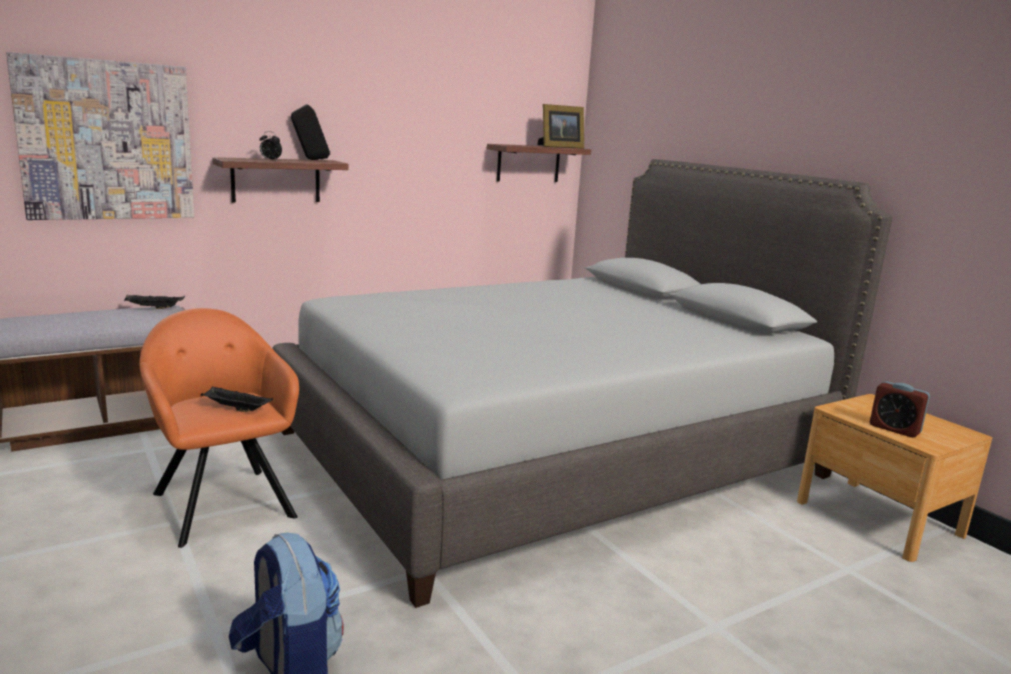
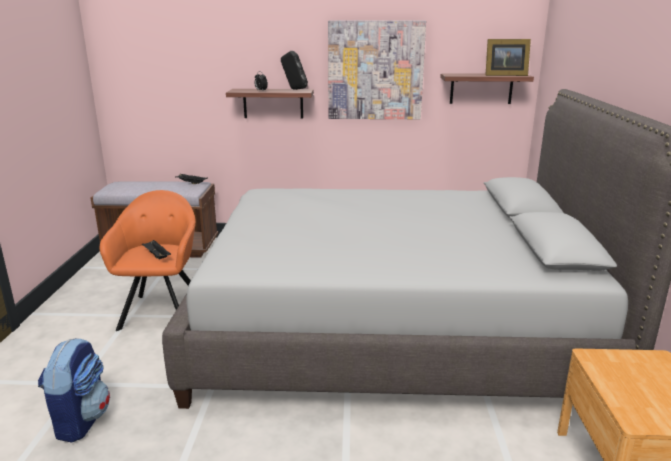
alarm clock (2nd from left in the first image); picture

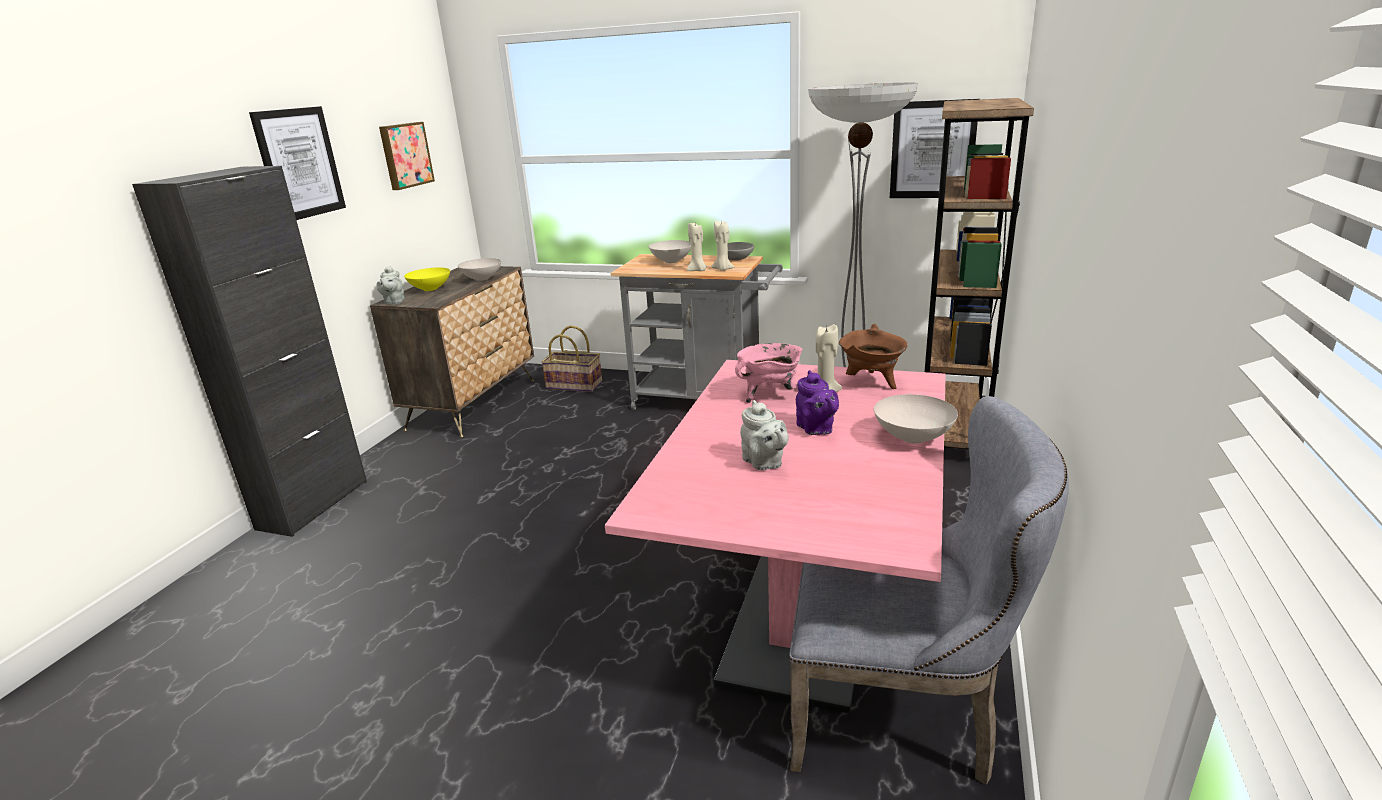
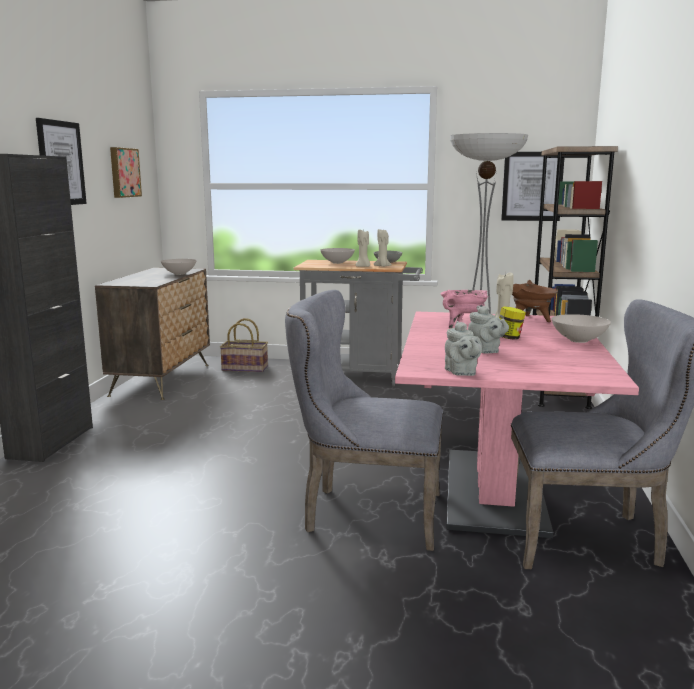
yellow bowl; grey chair (1st from left); grey teapot (1st from left); jar

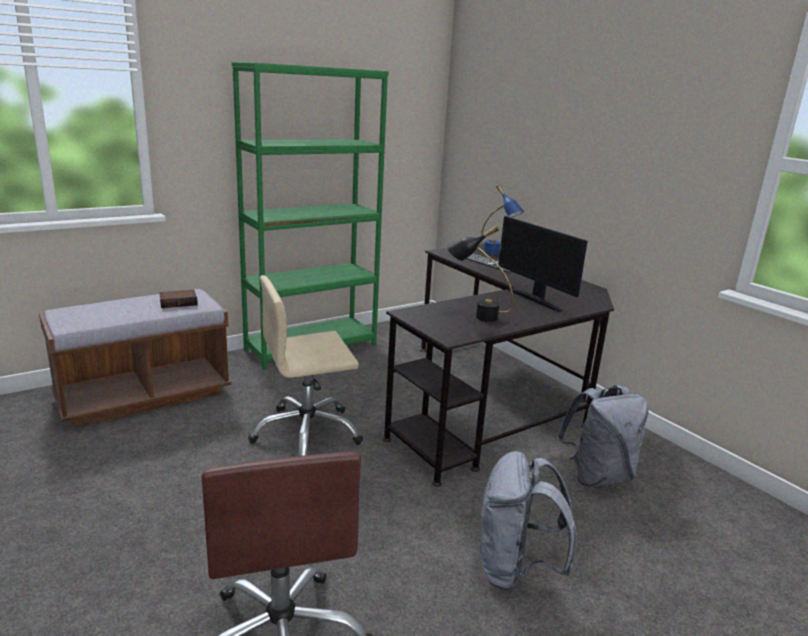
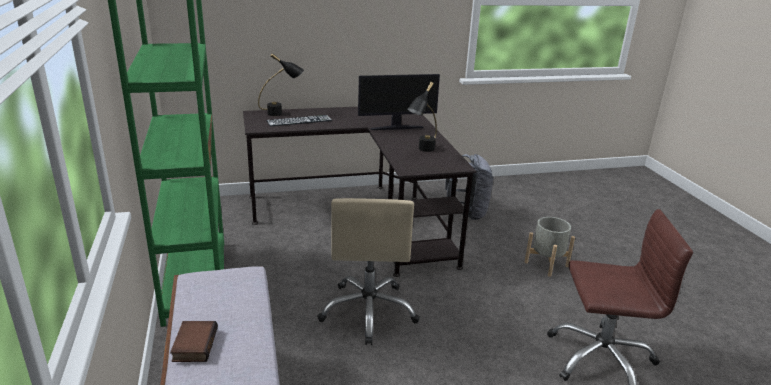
book; grey planter; black table lamp (1st from left)

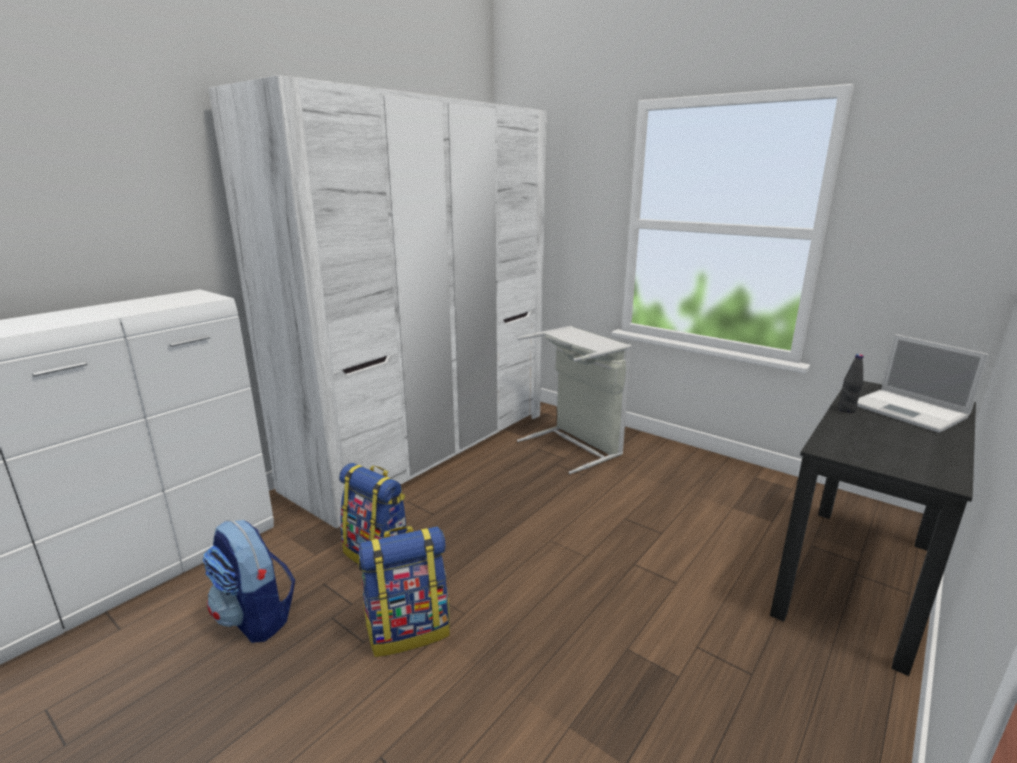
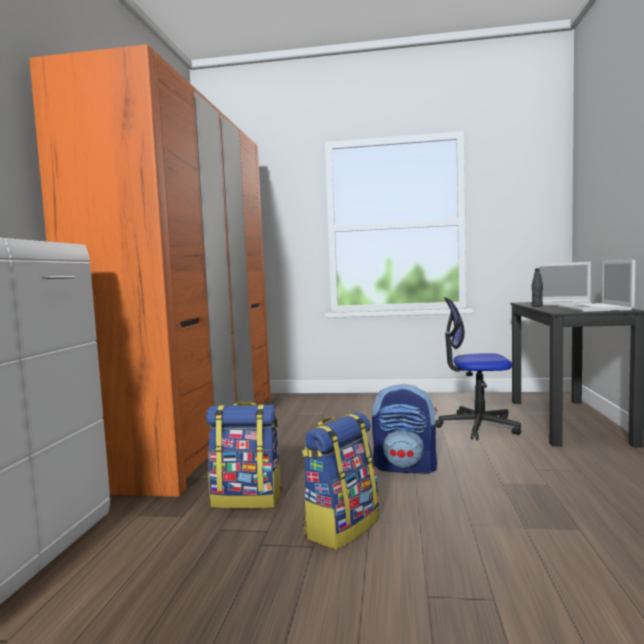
grey laundry basket; office chair; laptop (2nd from left); backpack (3rd from left); orange wardrobe

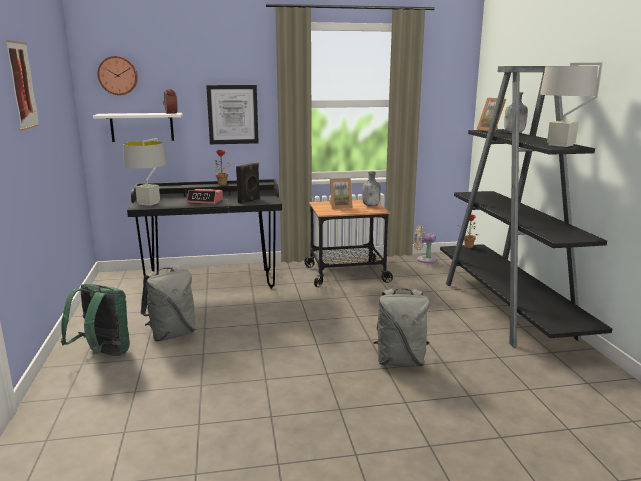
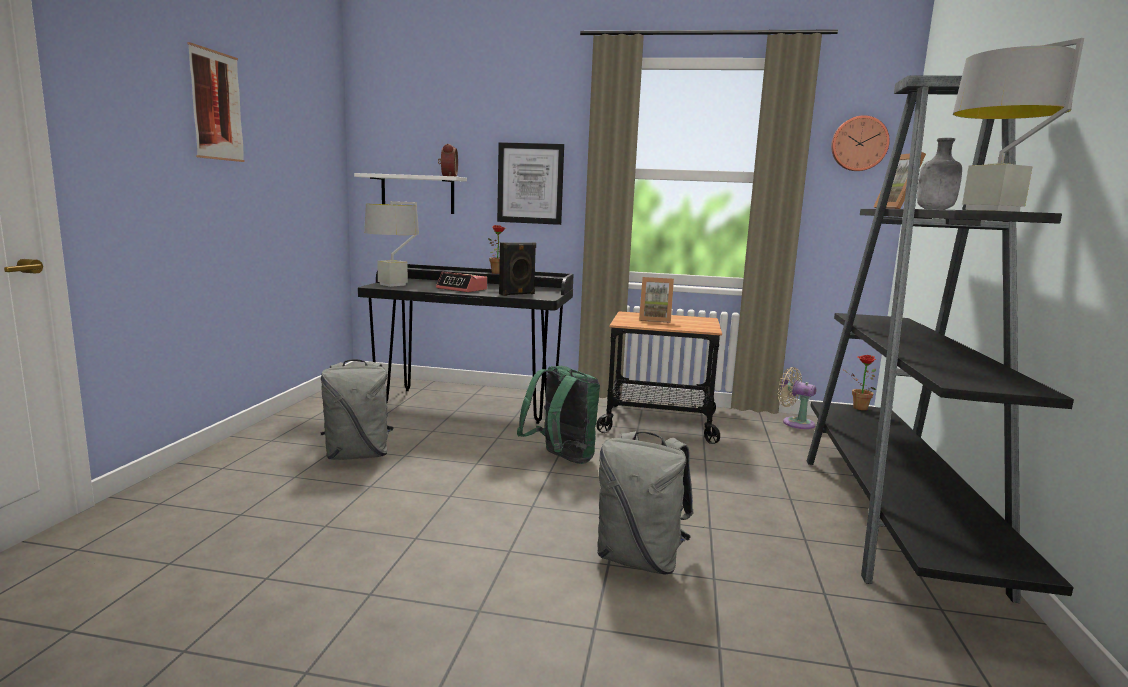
grey bottle (1st from left in the first image); green backpack; wall clock

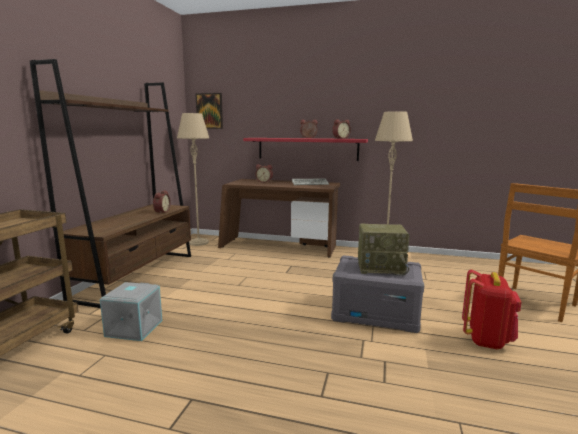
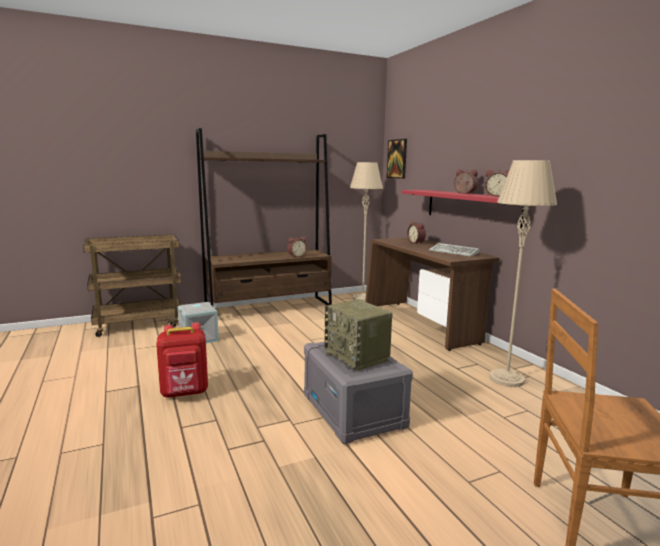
red backpack

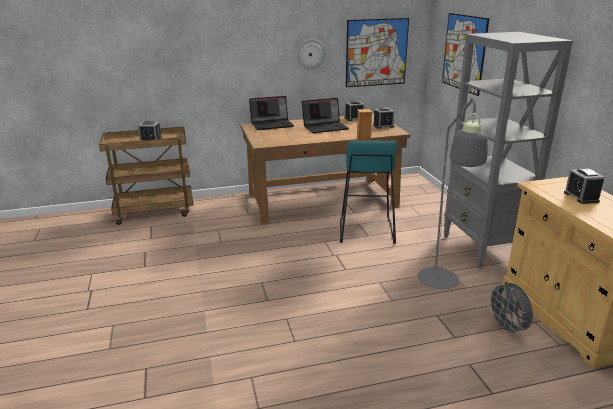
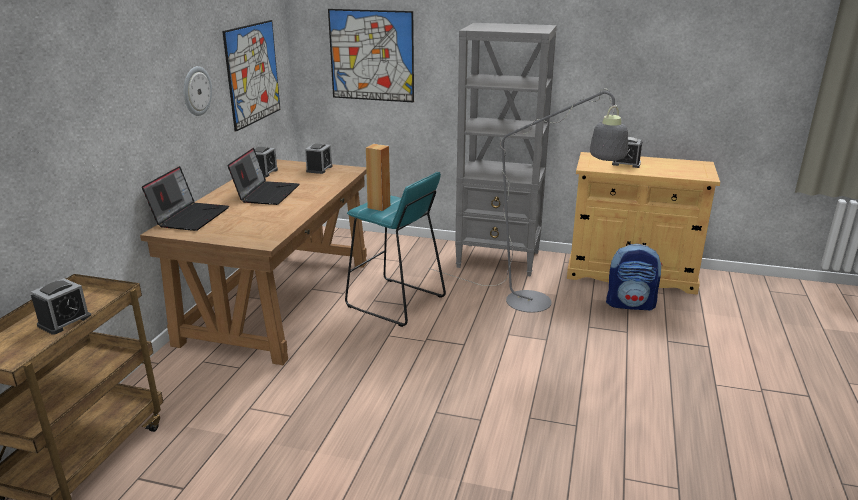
backpack

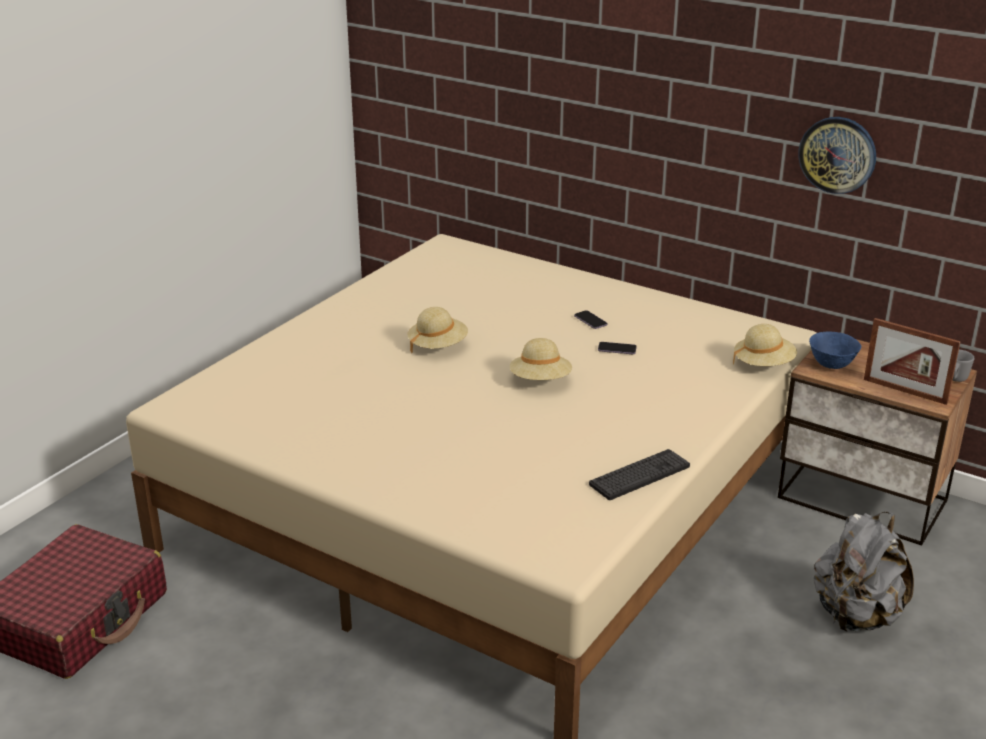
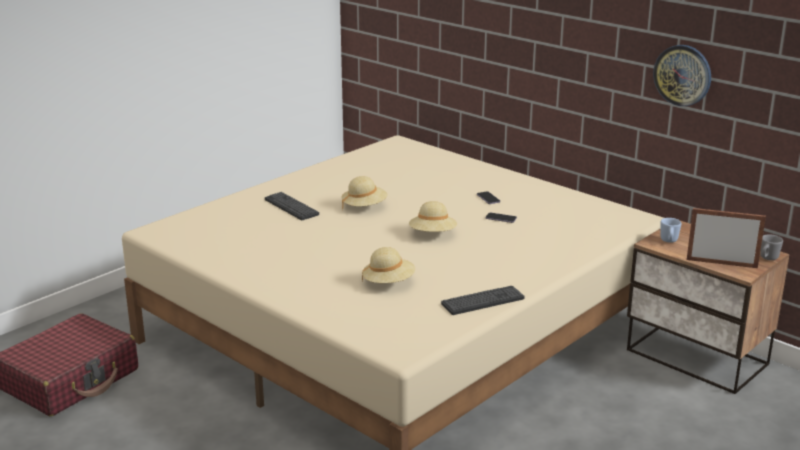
grey backpack; keyboard (1st from left); beige hat (2nd from left); blue mug; picture frame

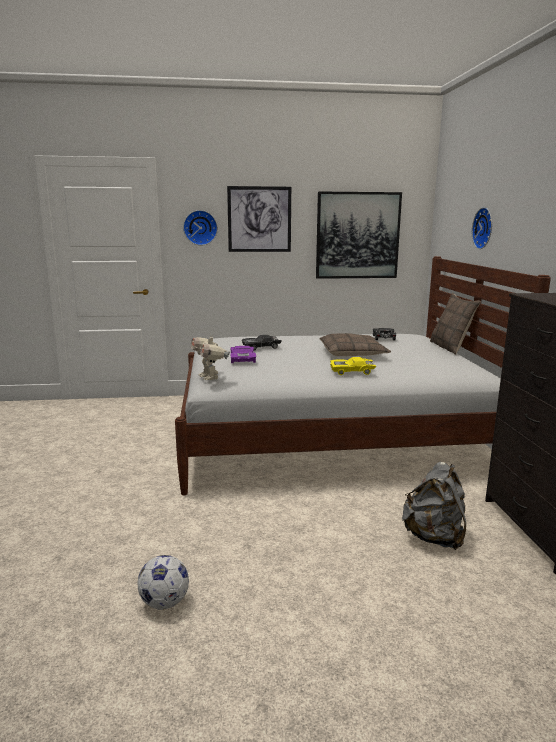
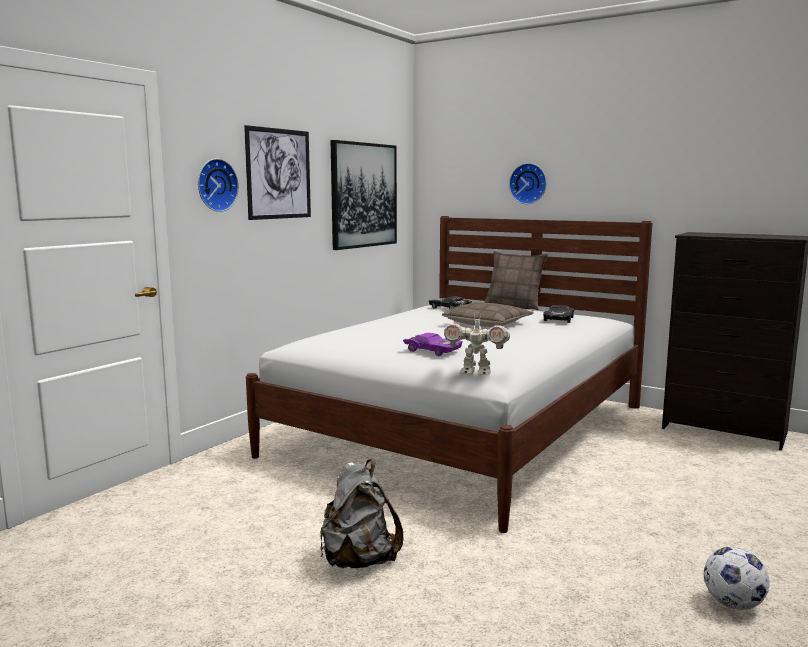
yellow toy car; black toy car (2nd from left); grey backpack

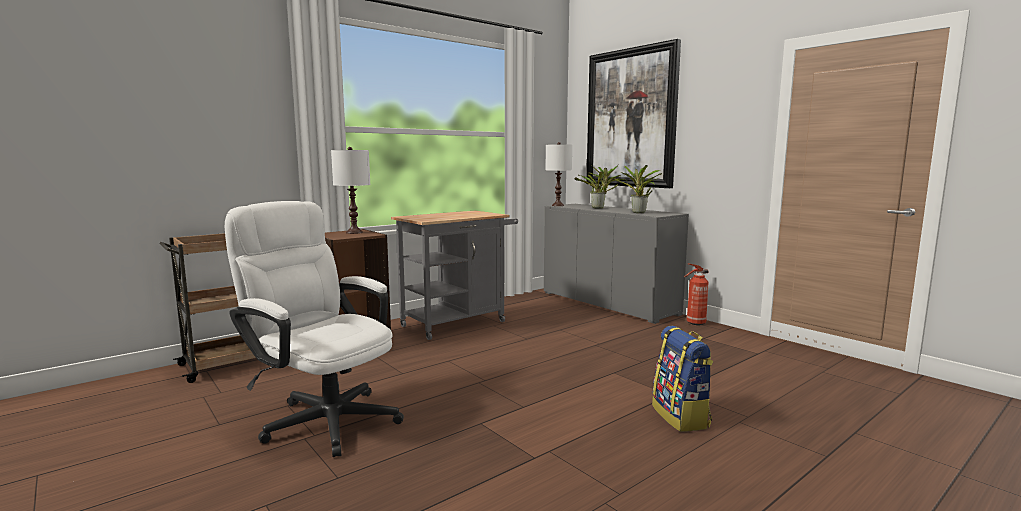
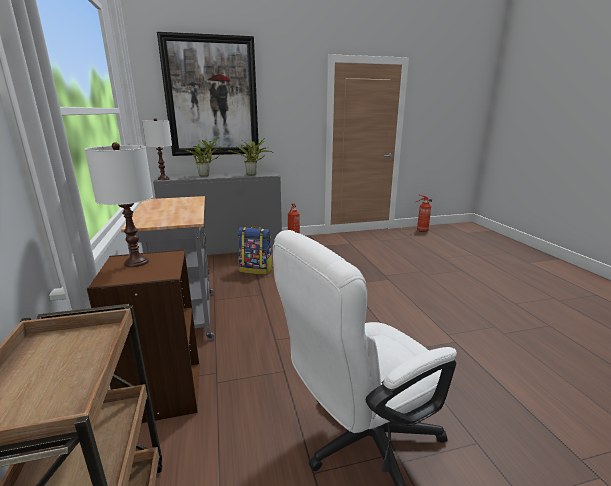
fire extinguisher (2nd from left); backpack

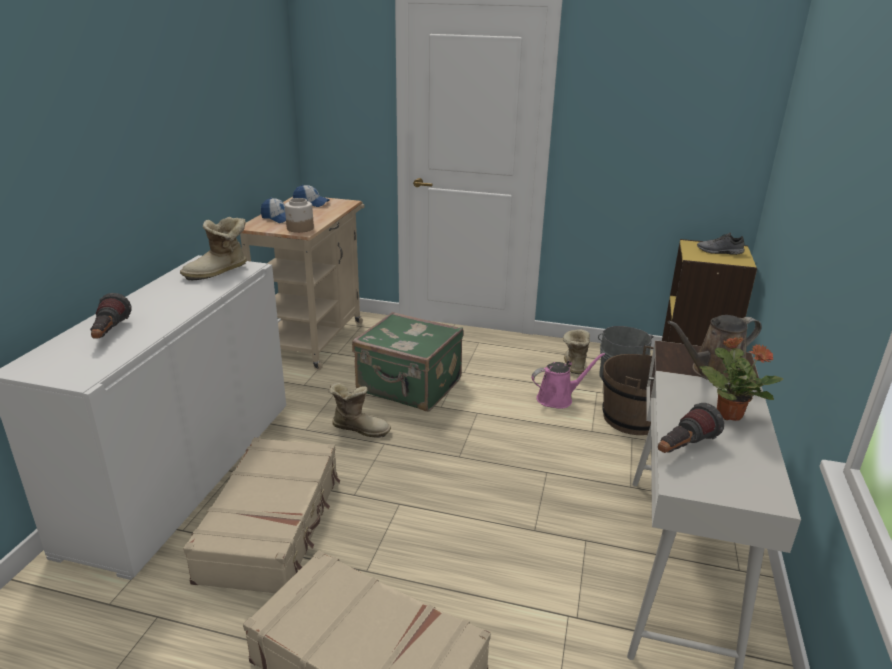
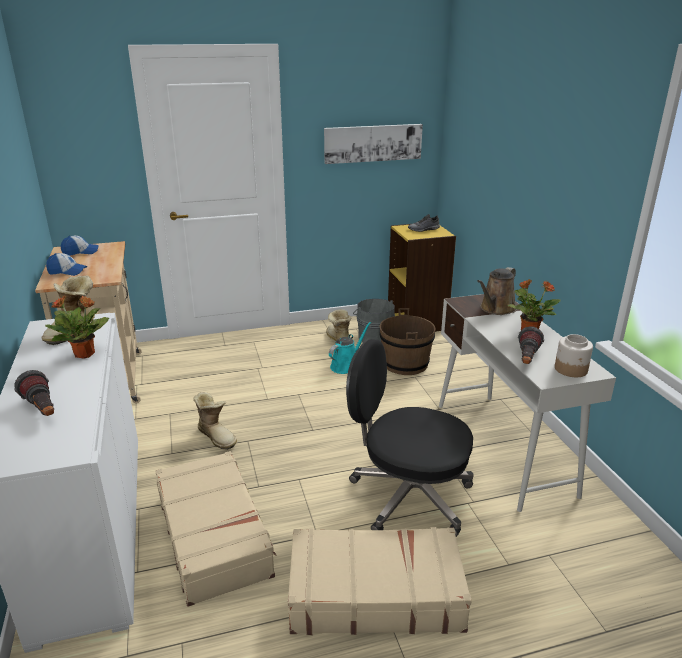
green suitcase; potted plant (1st from left); picture; black office chair; jar; turquoise watering can; boot (2nd from left)

